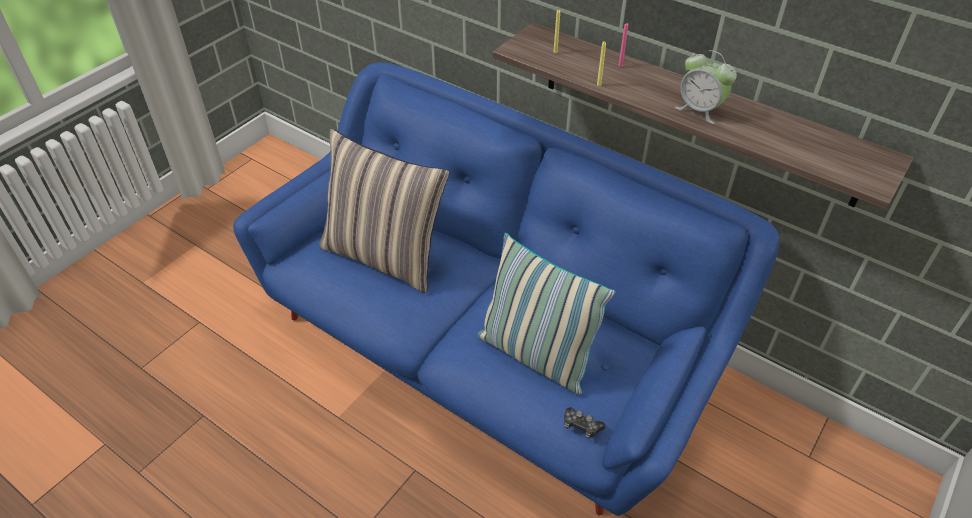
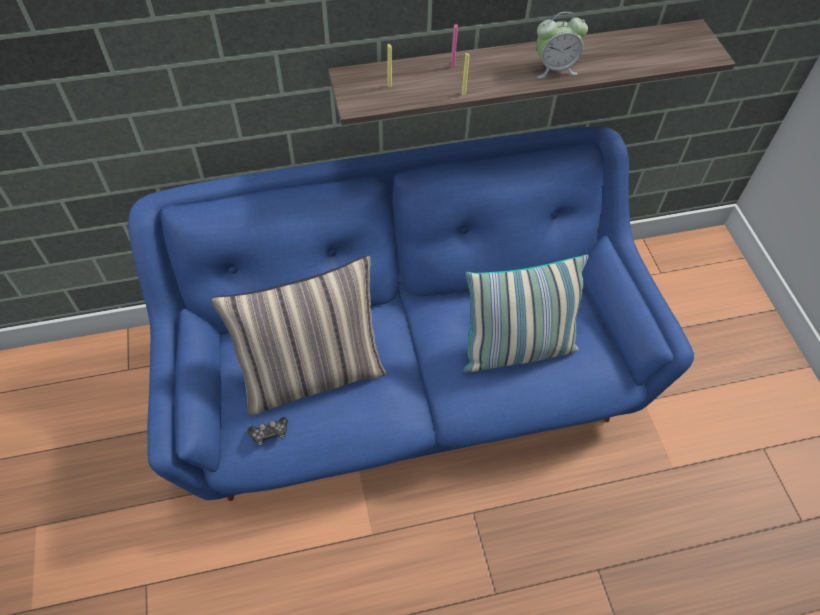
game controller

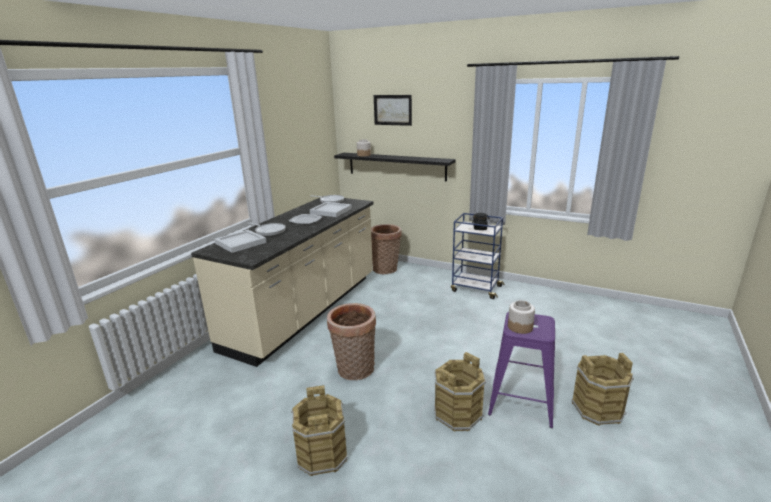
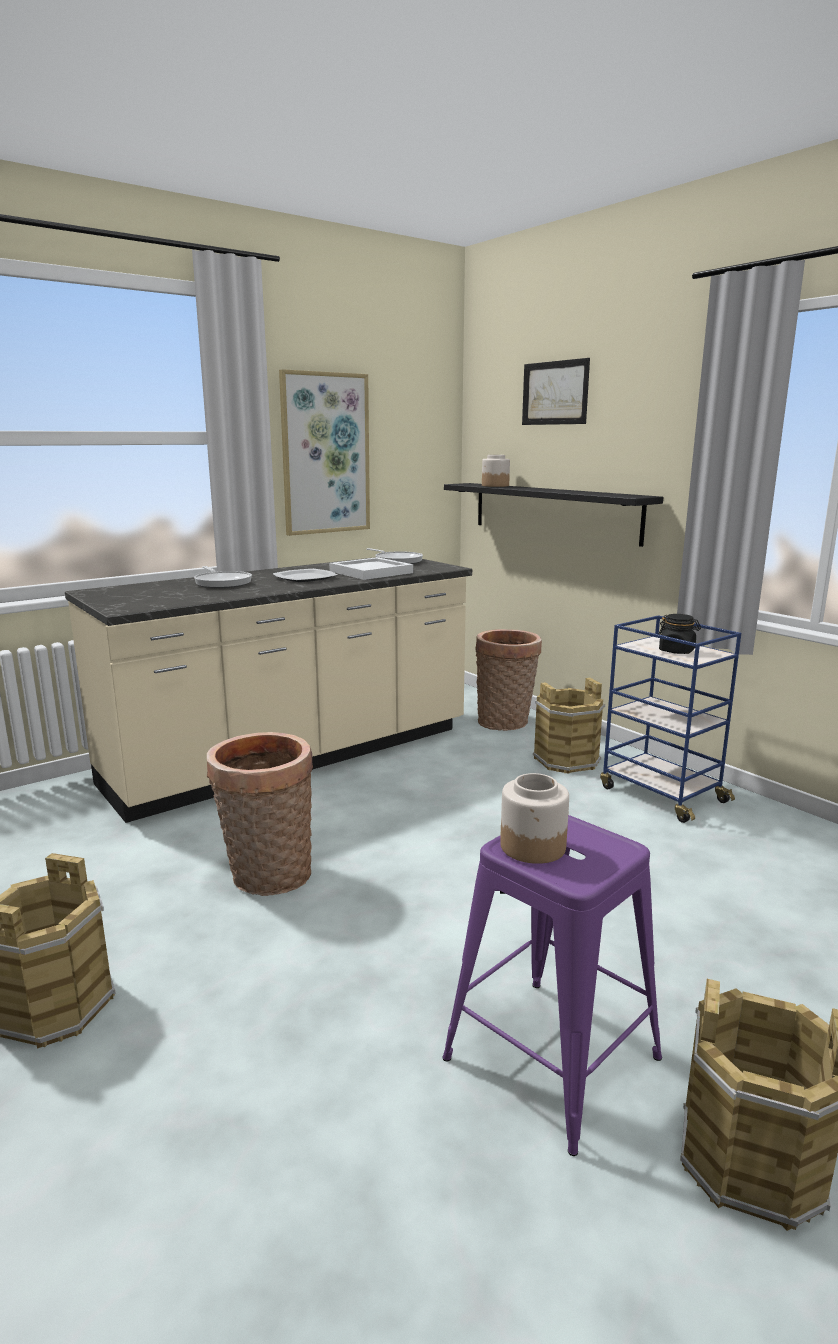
white tray (1st from left in the first image); picture (1st from left); brown bucket (2nd from left)

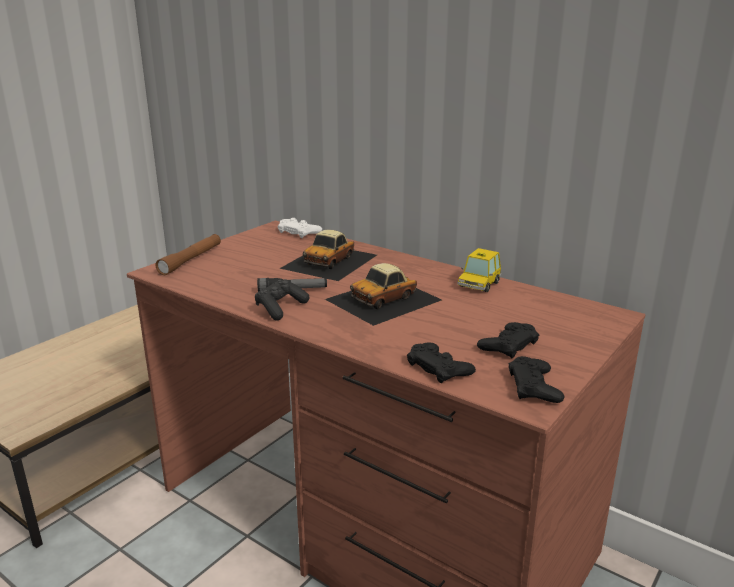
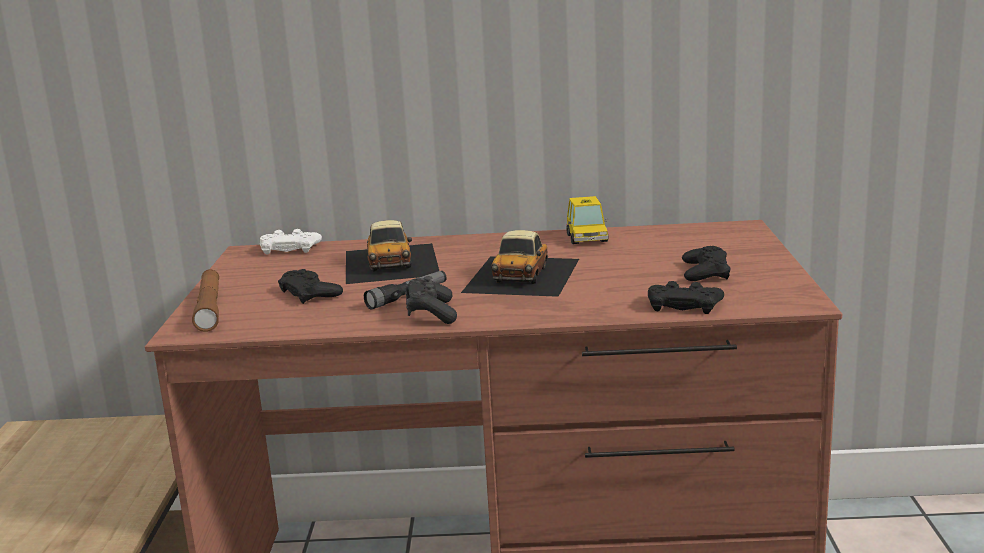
black game controller (1st from left)

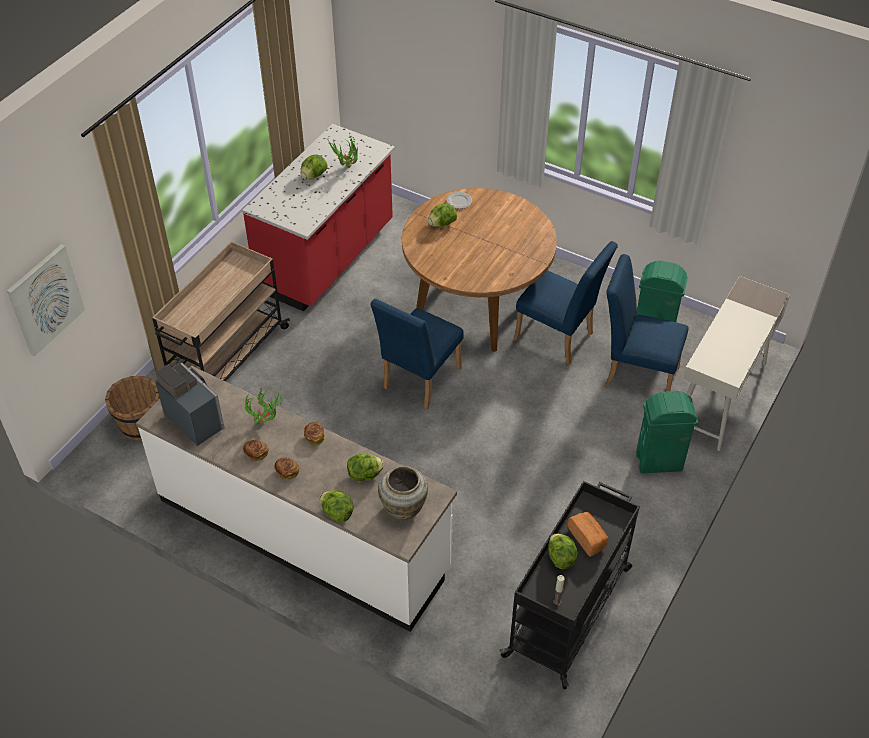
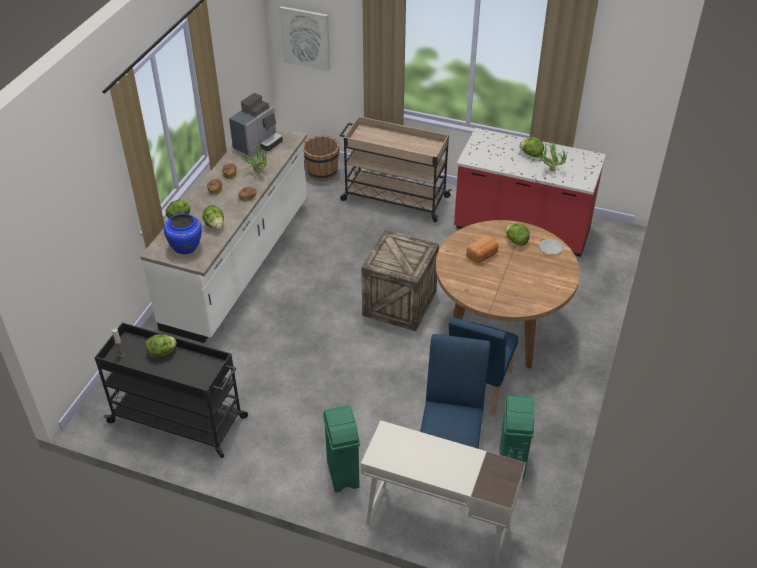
bread (4th from left); crate; blue vase

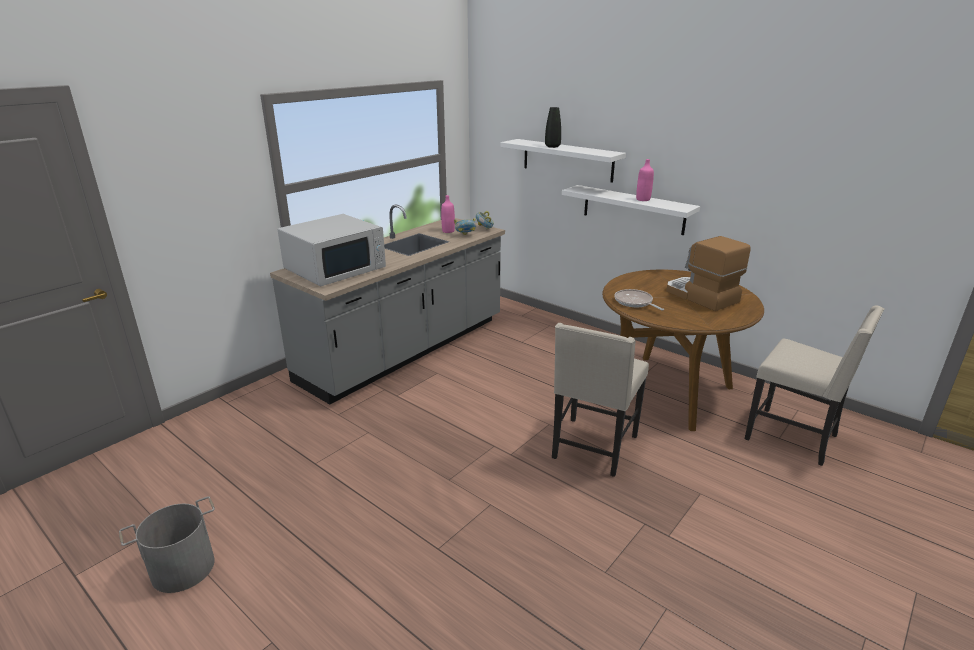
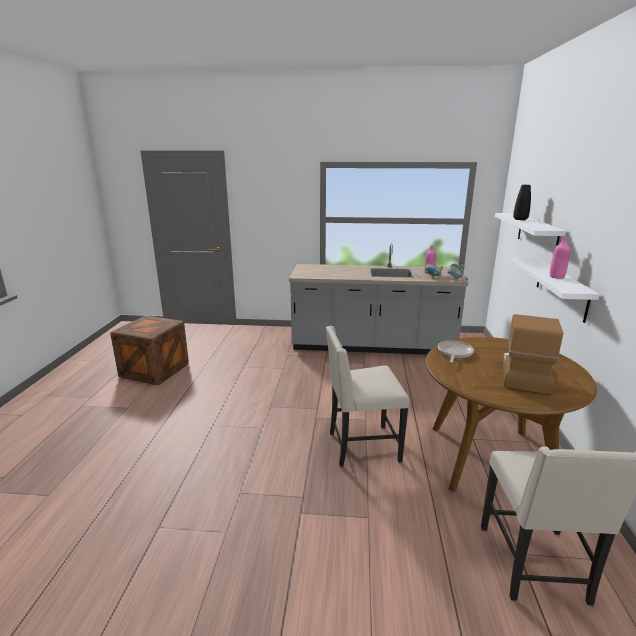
white microwave; crate

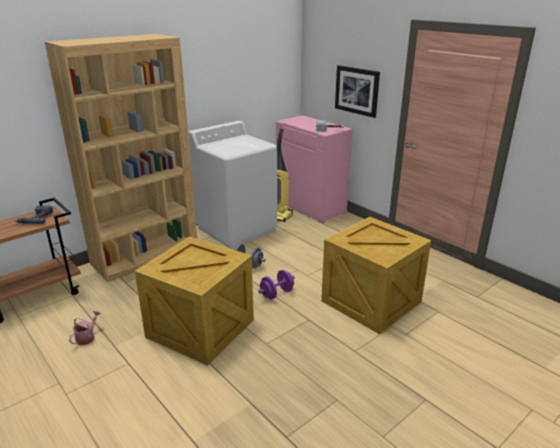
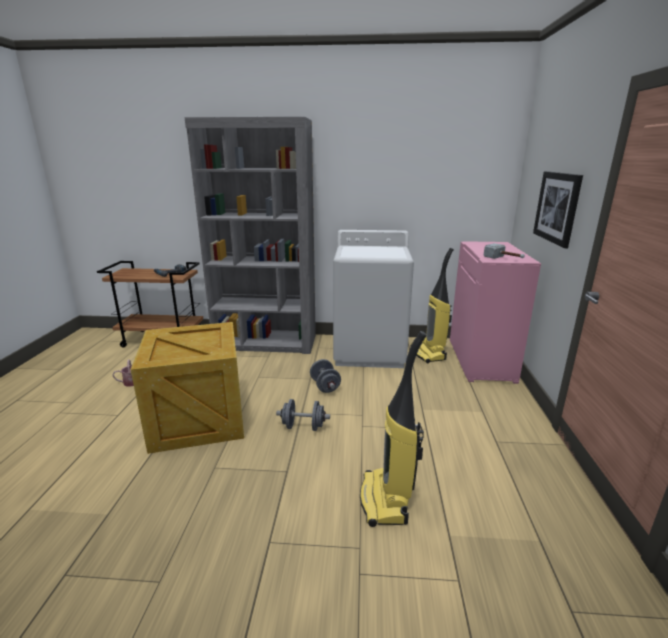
vacuum cleaner (1st from left); grey bookcase; grey dumbbell (1st from left)

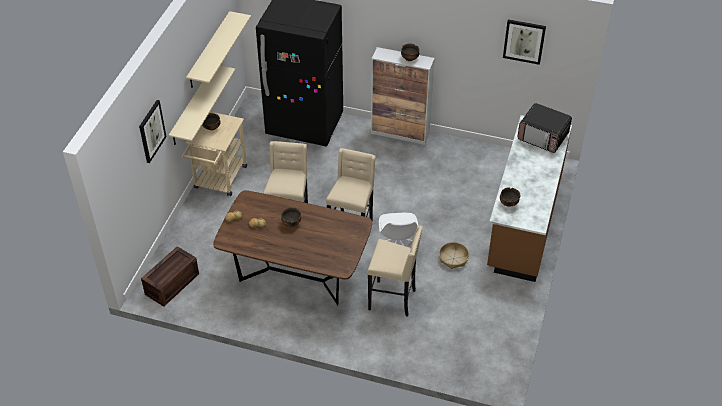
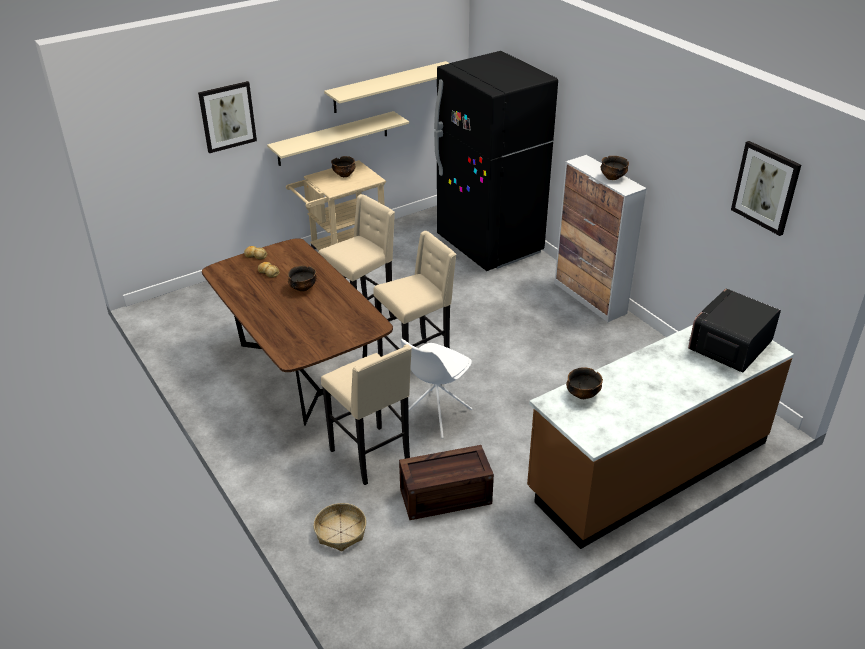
crate; basket; microwave

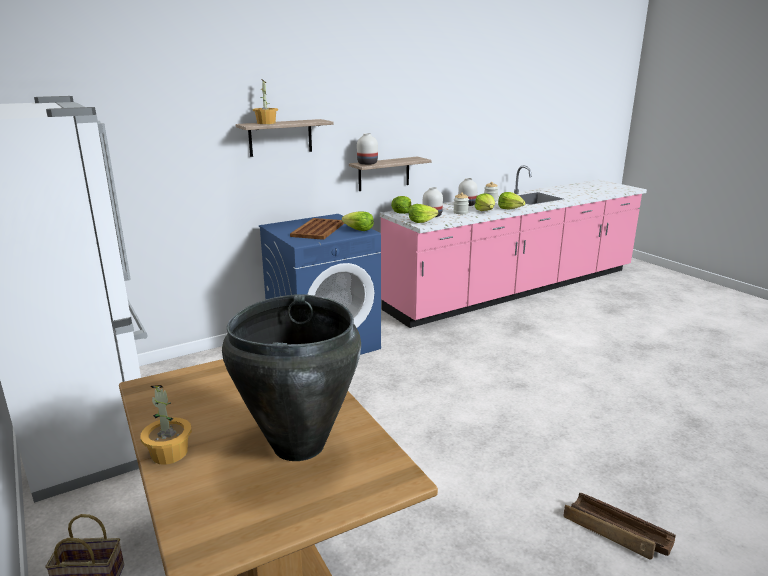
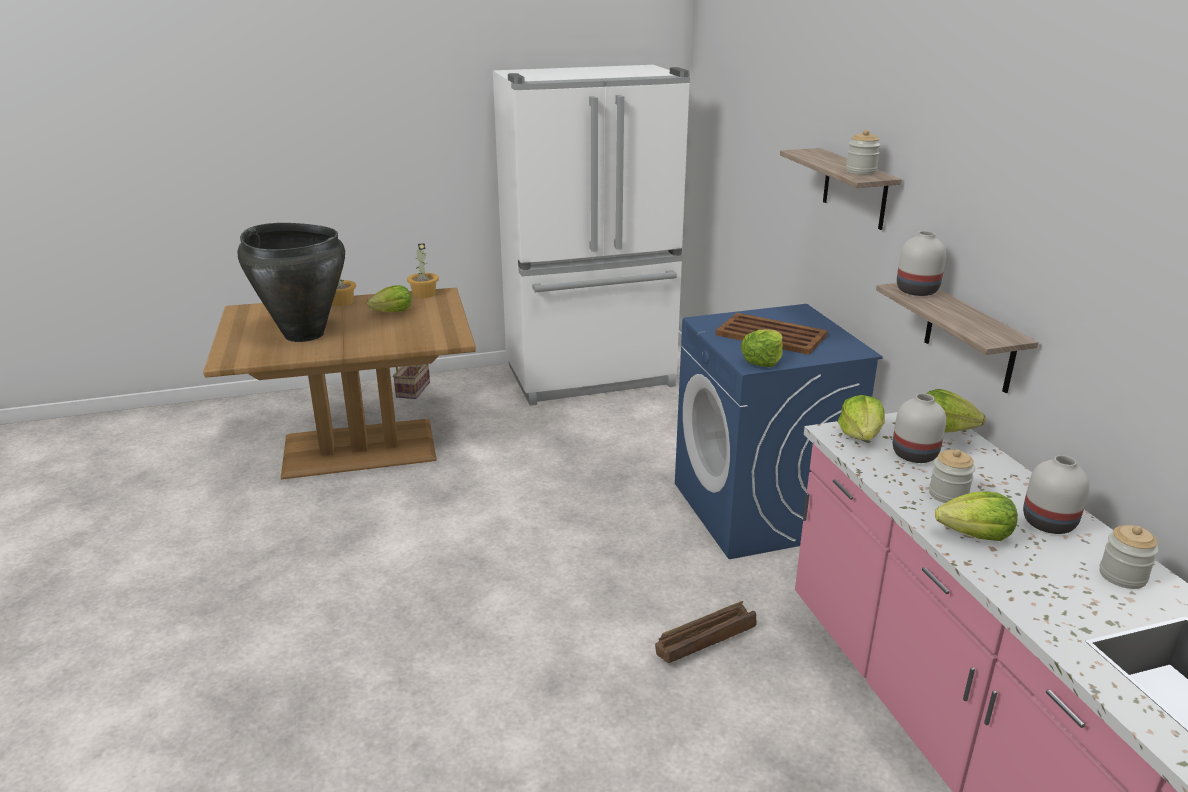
jar (1st from left); potted plant (2nd from left); lettuce (1st from left); crate

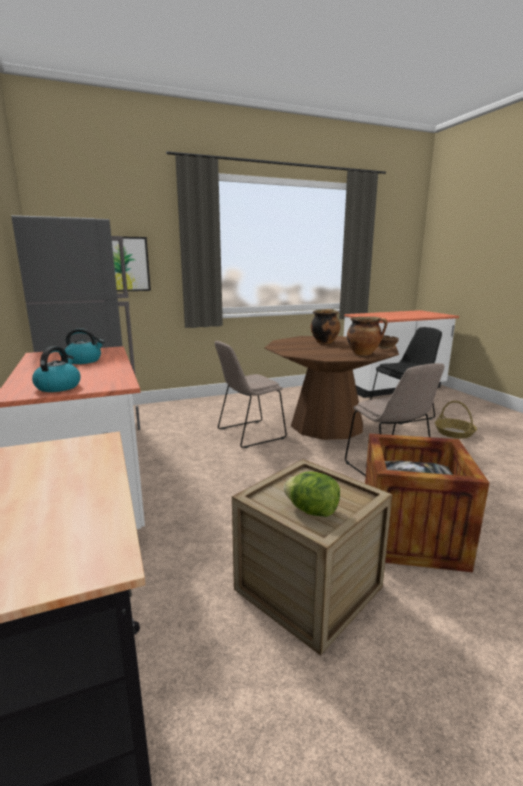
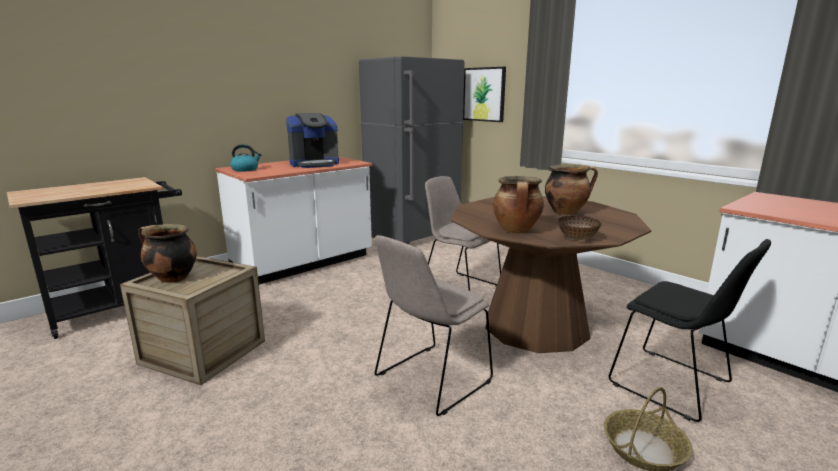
crate (2nd from left in the first image); coffee machine; cooking pot (1st from left)

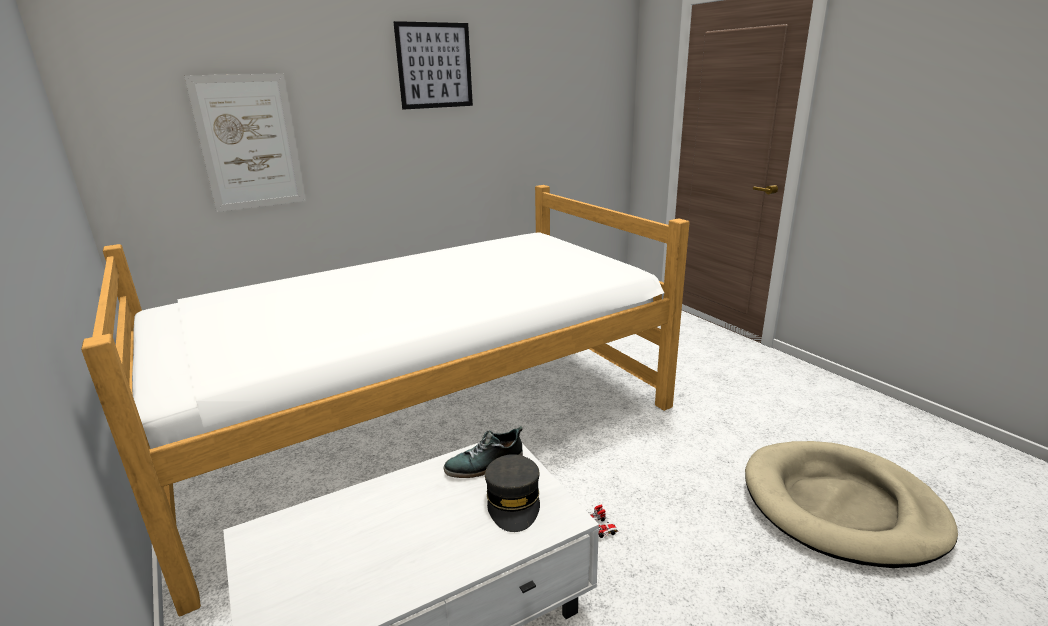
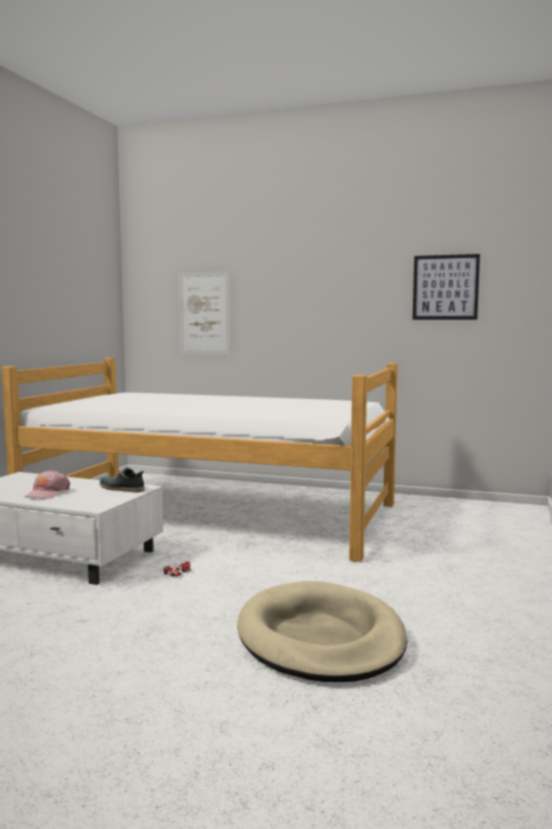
grey cap; pink cap; picture (2nd from left)

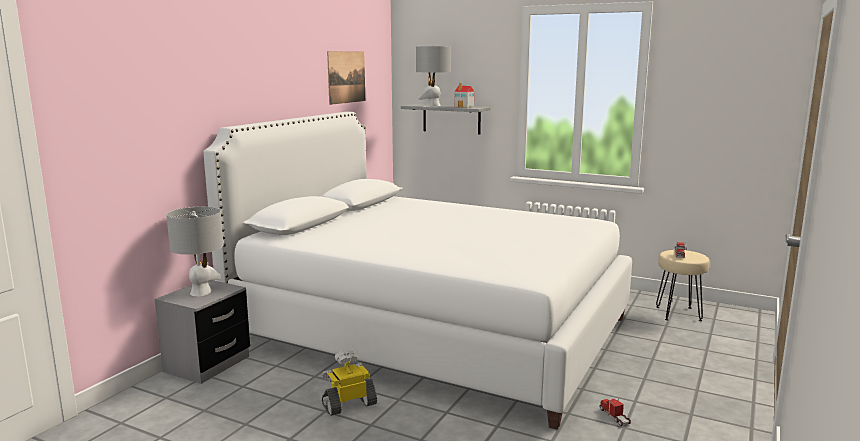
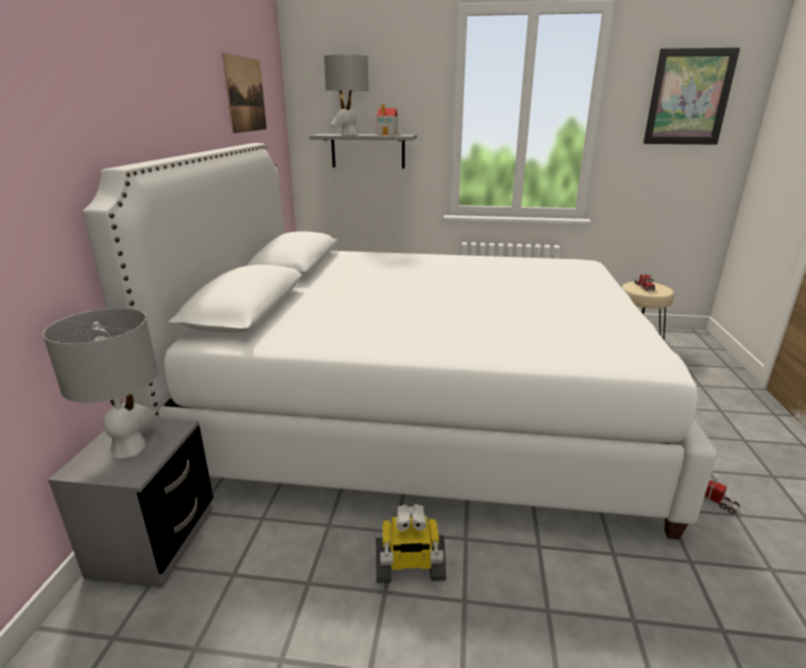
picture (2nd from left); toy robot

